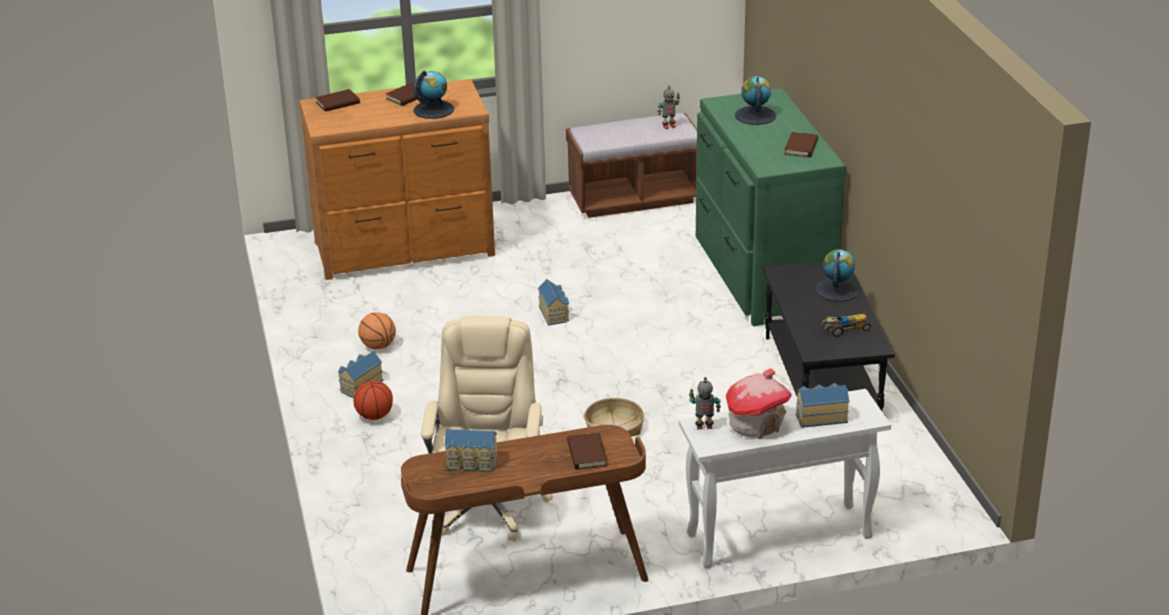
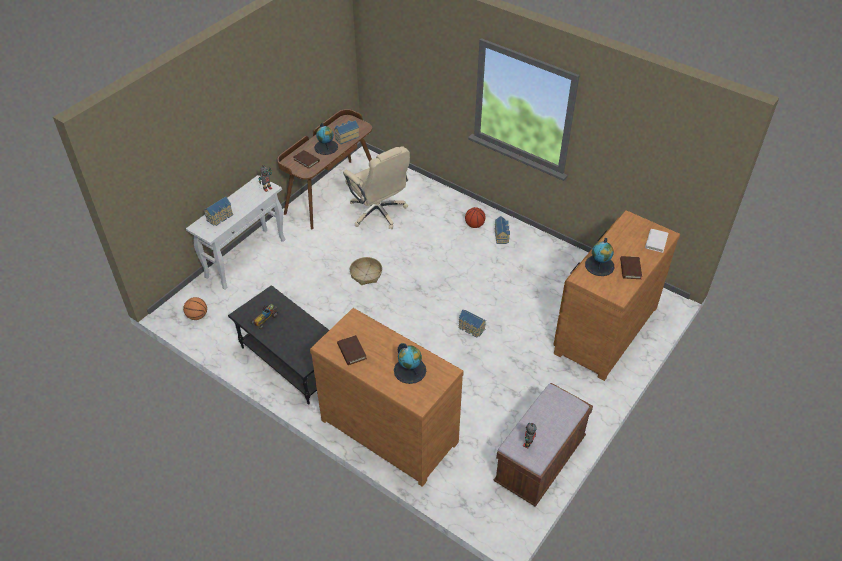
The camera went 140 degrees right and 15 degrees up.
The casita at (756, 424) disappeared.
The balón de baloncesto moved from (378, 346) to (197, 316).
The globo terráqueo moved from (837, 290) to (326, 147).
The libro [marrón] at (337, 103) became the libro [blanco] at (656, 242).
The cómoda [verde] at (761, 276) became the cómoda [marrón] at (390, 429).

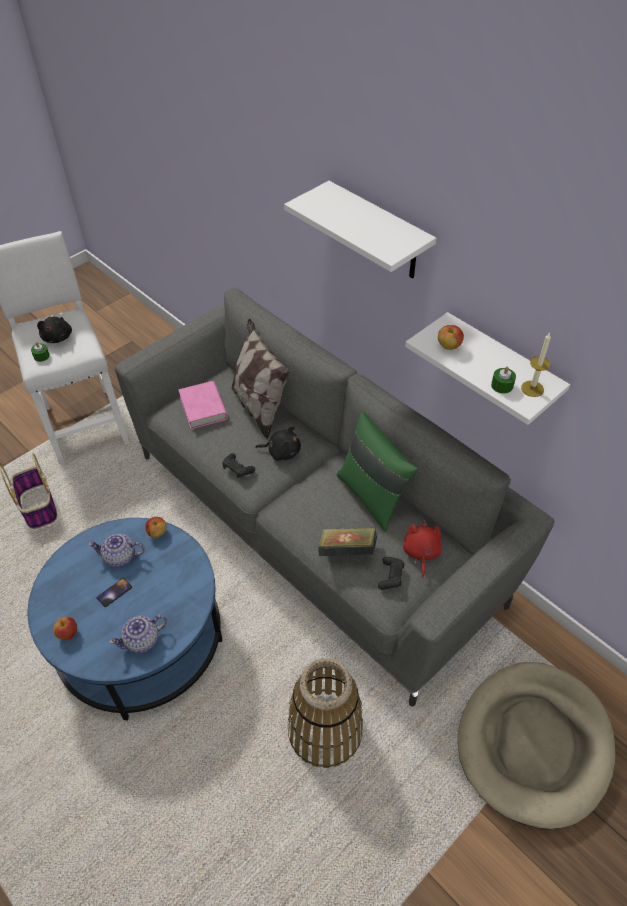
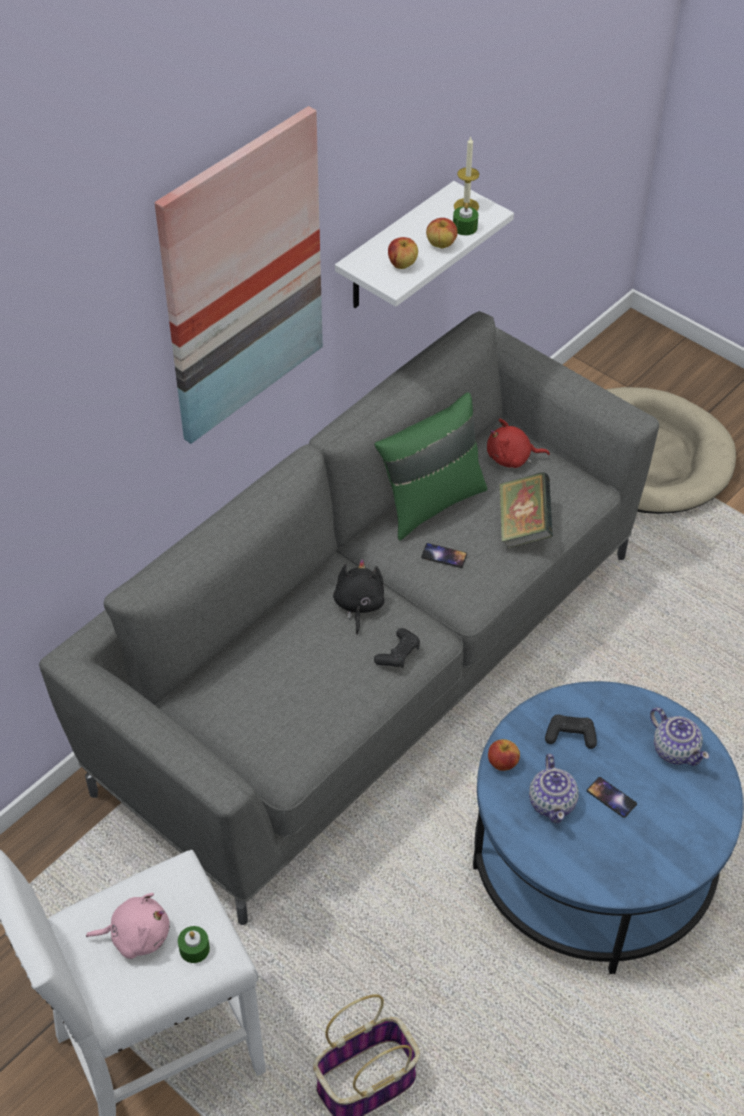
The camera went 95 degrees left and 0 degrees up.
The libro [rosa] at (203, 408) disappeared.
The cojín at (259, 407) disappeared.
The cesta at (325, 731) disappeared.
The móvil at (444, 556) appeared.
The manzana moved from (68, 633) to (441, 244).
The mando de consola [negro] moved from (391, 576) to (570, 735).
The estante [blanco] at (378, 232) was replaced by the cuadro at (242, 278).
The peluche [negro] at (58, 337) became the peluche [rosa] at (136, 935).

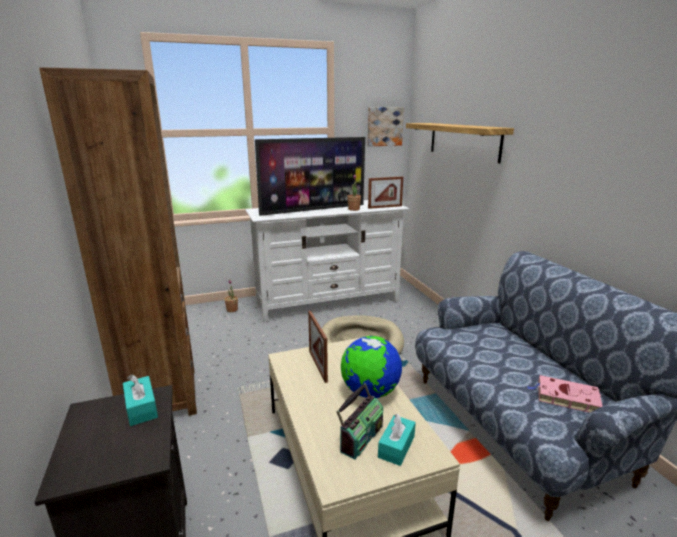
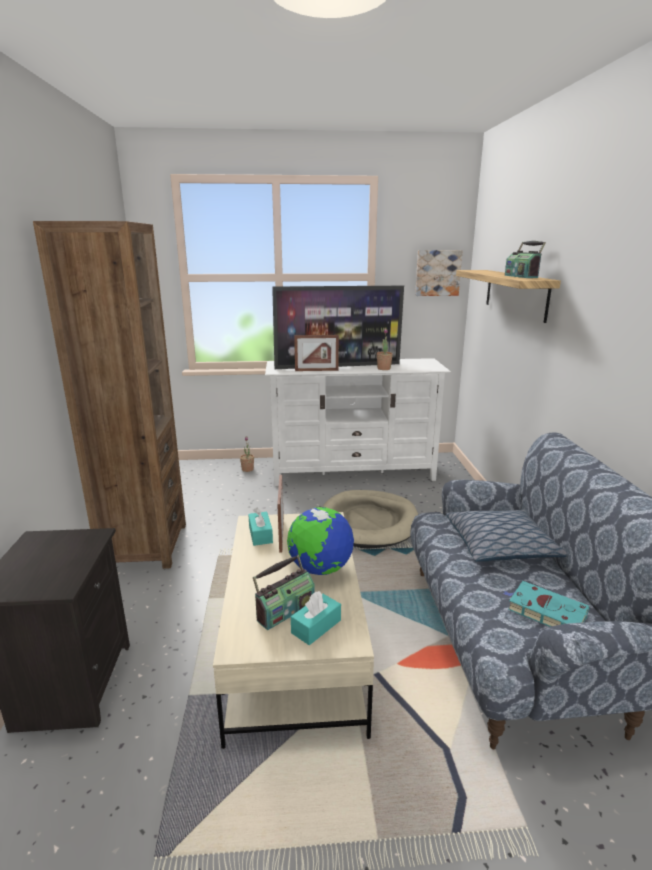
The camera went 15 degrees right and 0 degrees up.
The cojín at (500, 546) appeared.
The radio at (521, 276) appeared.
The caja de pañuelos [turquesa] moved from (141, 408) to (260, 535).
The portarretratos moved from (385, 207) to (316, 370).
The libro [rosa] at (565, 397) became the libro [turquesa] at (544, 611).

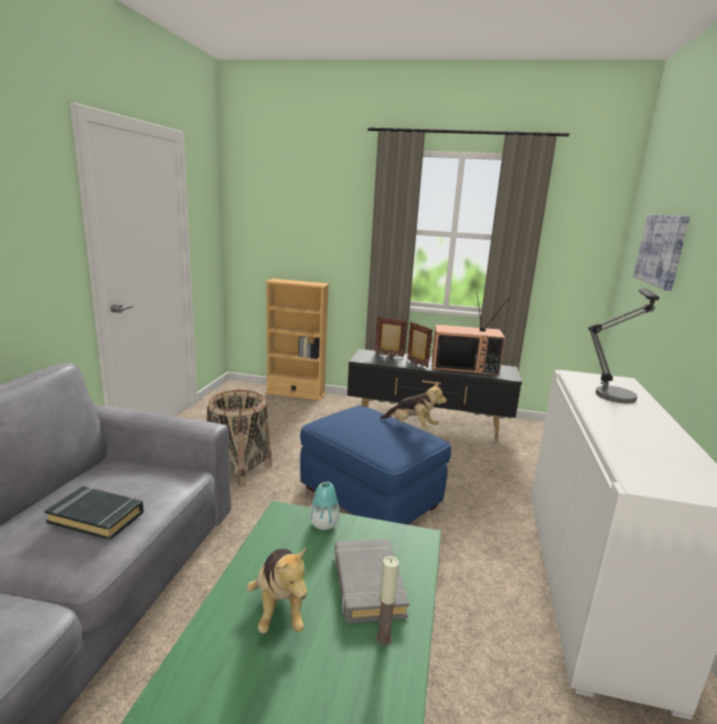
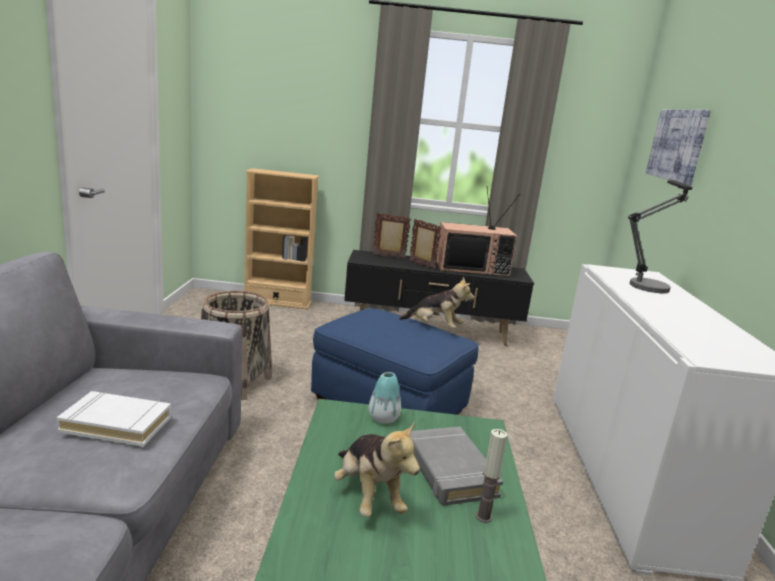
The camera went 10 degrees left and 0 degrees up.
The libro [negro] at (97, 517) became the libro [blanco] at (117, 424).

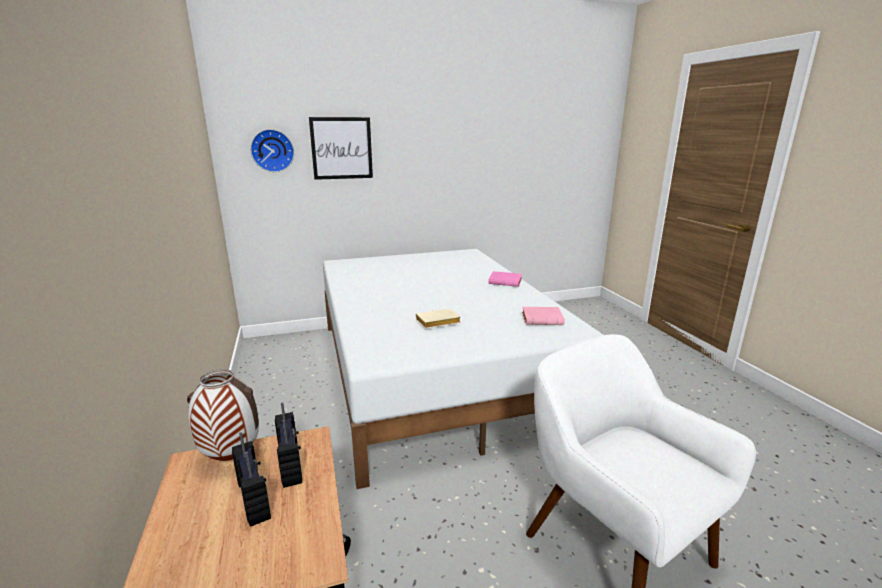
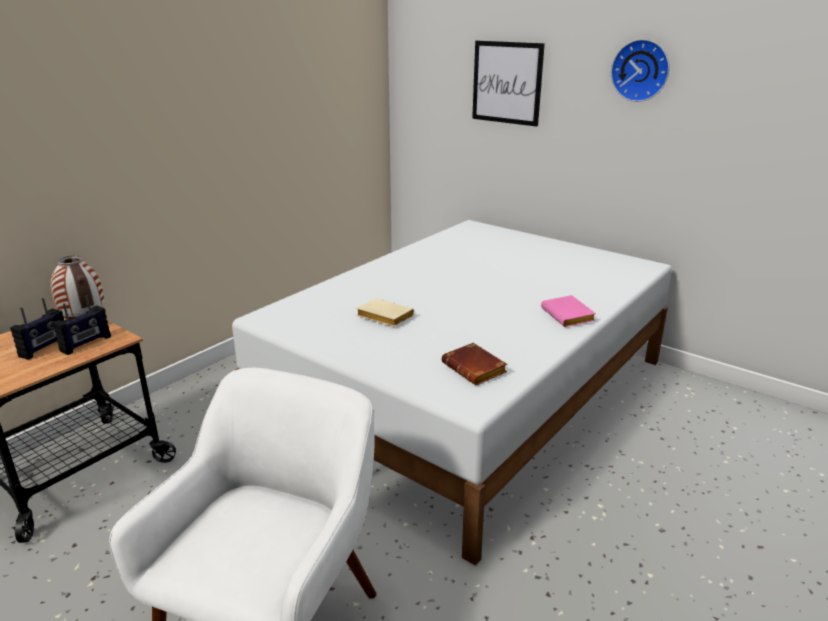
The camera went 55 degrees right and 5 degrees up.
The reloj de pared moved from (272, 150) to (641, 70).
The libro [rosa] at (543, 319) became the libro [marrón] at (476, 369).

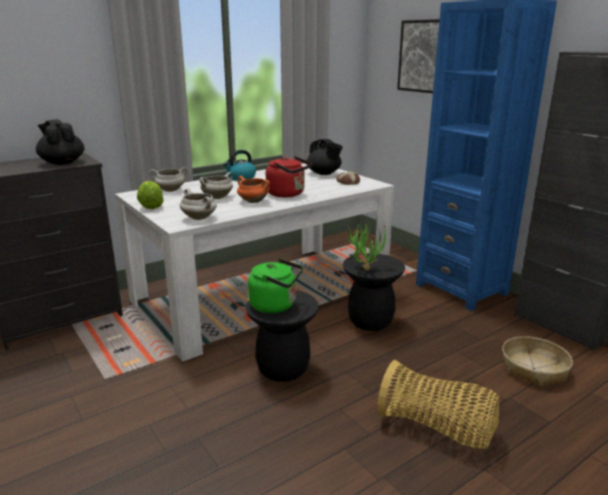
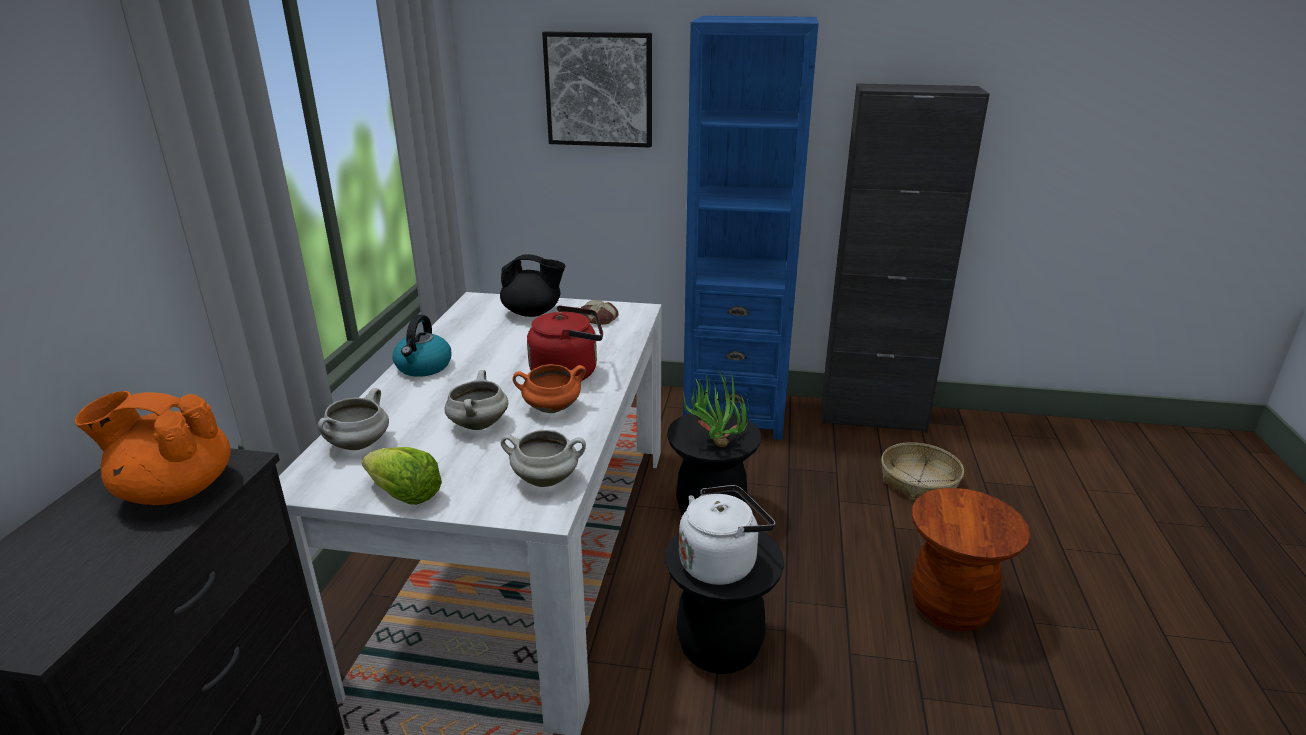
The camera went 45 degrees left and 5 degrees up.
The cesta at (437, 428) was replaced by the taburete [marrón] at (950, 607).
The tetera [negro] at (62, 163) became the tetera [naranja] at (175, 490).
The hervidor [verde] at (276, 305) became the hervidor [blanco] at (721, 562).

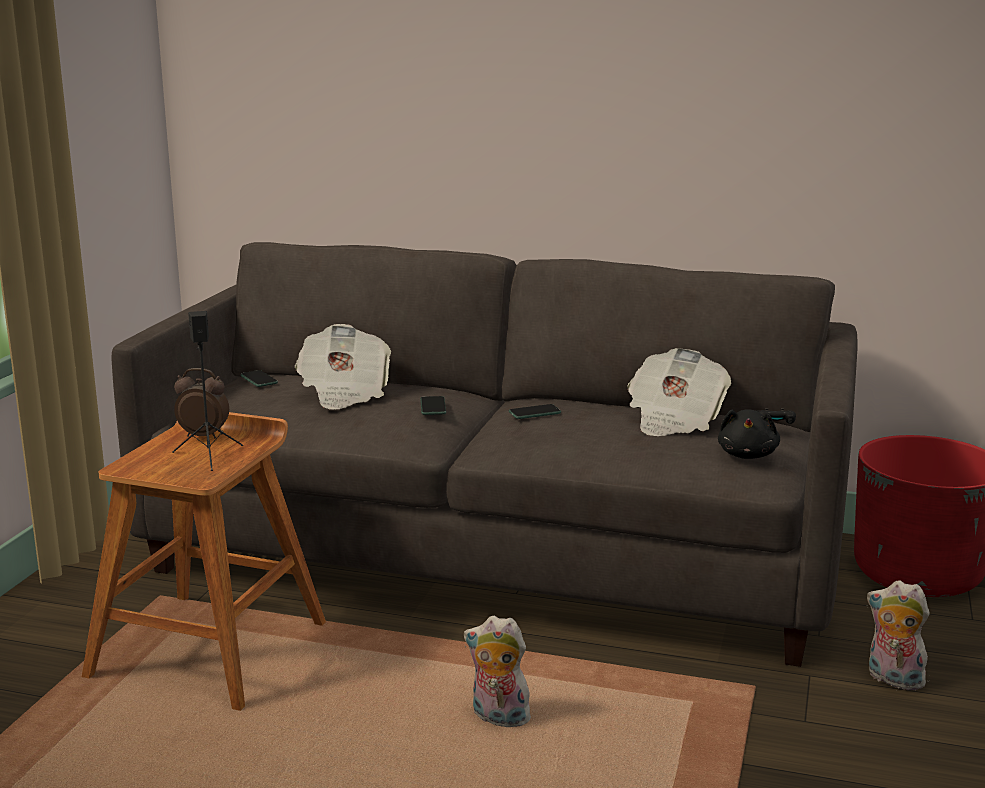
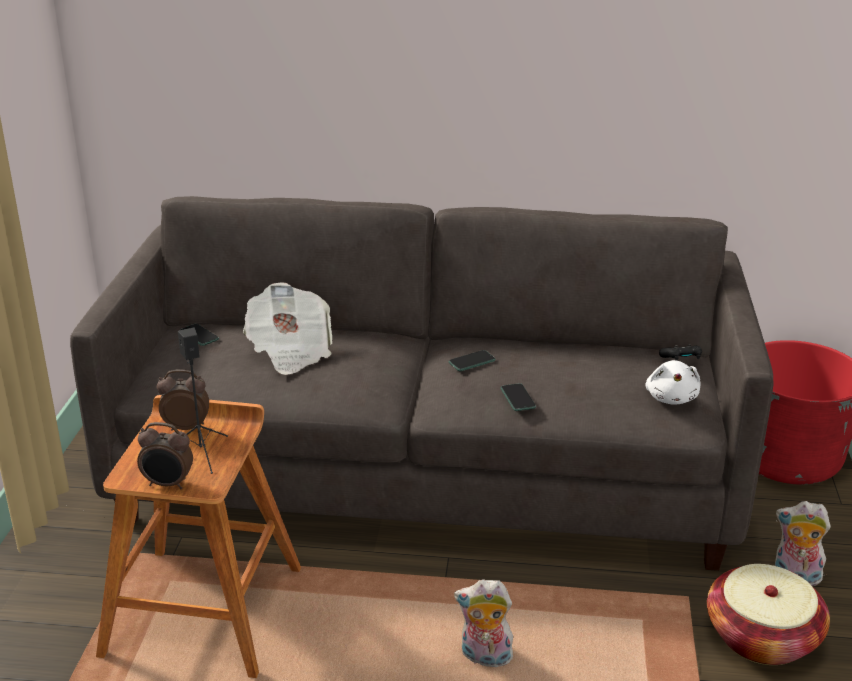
The camera went 10 degrees left and 10 degrees up.
The periódico at (674, 420) disappeared.
The despertador at (168, 484) appeared.
The cesta at (761, 637) appeared.
The móvil moved from (433, 407) to (517, 398).
The peluche [negro] at (747, 455) became the peluche [blanco] at (671, 397).

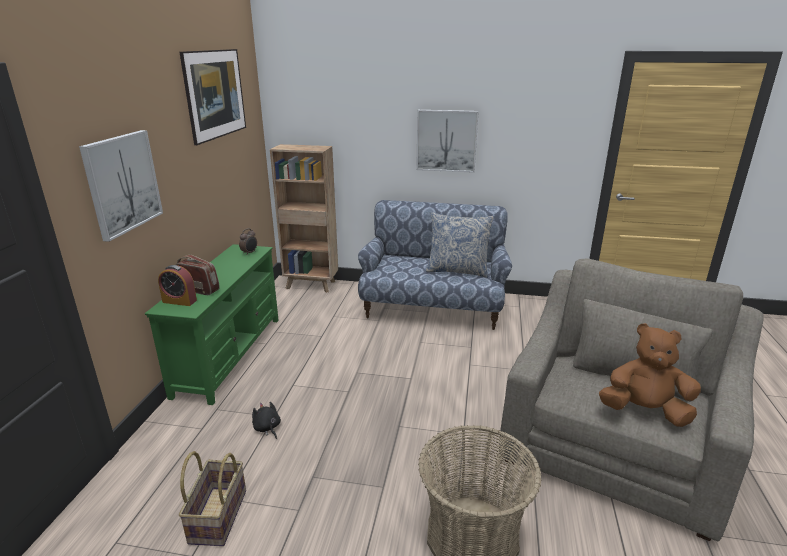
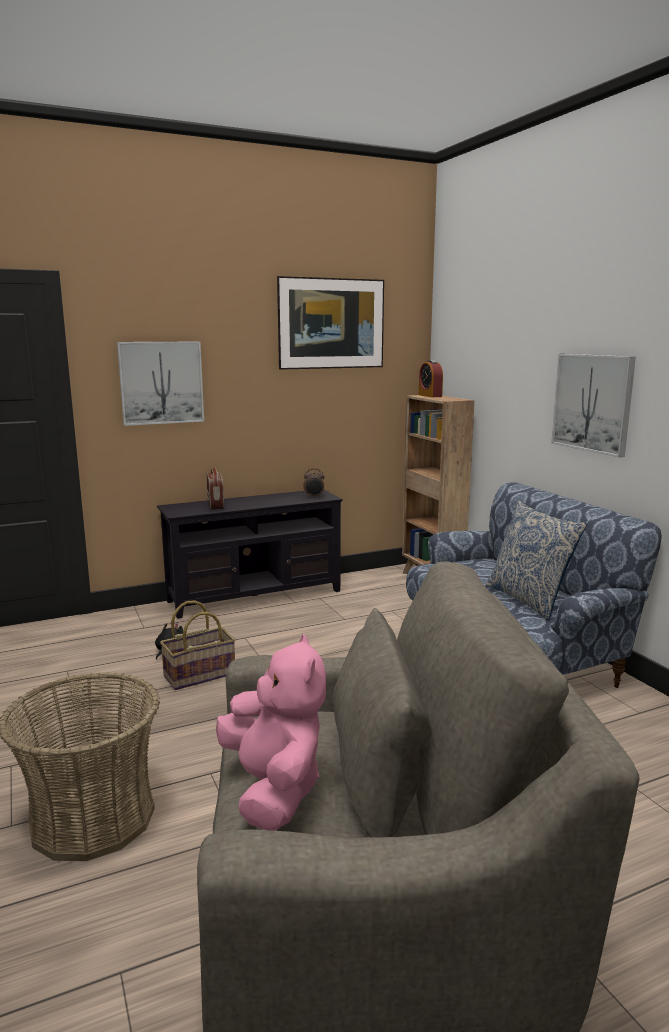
The camera went 55 degrees right and 10 degrees down.
The despertador moved from (179, 301) to (430, 396).
The cesta moved from (217, 516) to (199, 674).
The mueble de televisión [verde] at (229, 355) became the mueble de televisión [negro] at (255, 596).
The peluche [marrón] at (644, 411) became the peluche [rosa] at (273, 789).

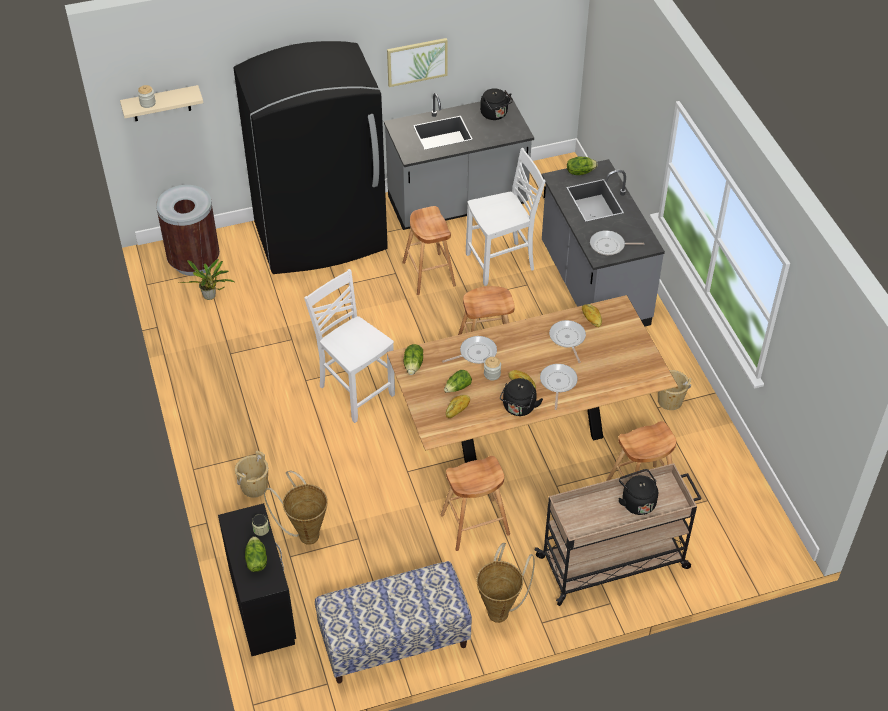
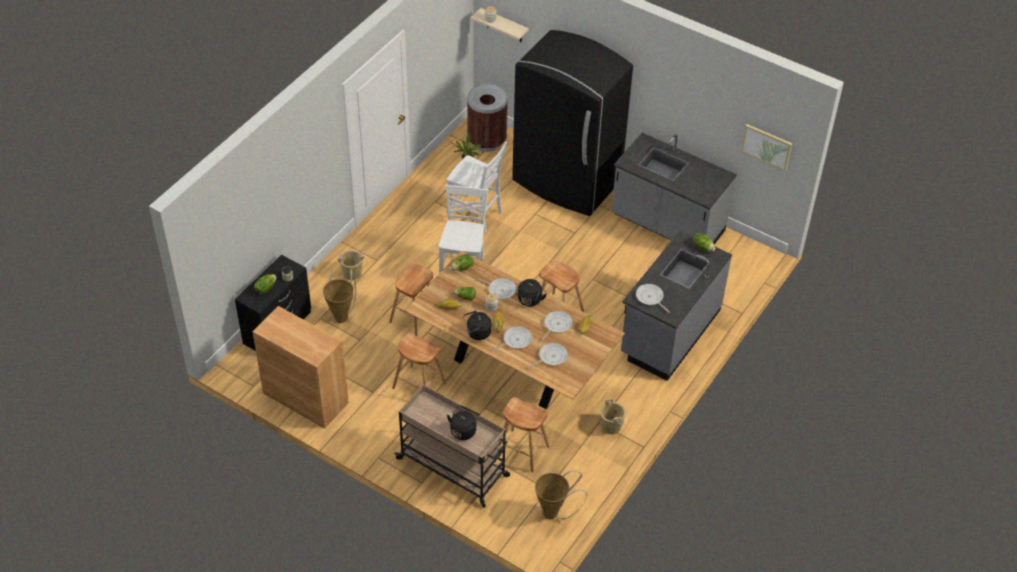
The camera went 50 degrees right and 0 degrees up.
The sartén at (551, 357) appeared.
The cuadro moved from (417, 61) to (766, 146).
The taburete [marrón] moved from (429, 274) to (414, 316).
The silla [blanco] moved from (502, 263) to (476, 215).
The cesta moved from (500, 610) to (554, 512).
The hervidor [negro] moved from (495, 114) to (529, 301).
The banco at (394, 641) was replaced by the armario [marrón] at (305, 398).

